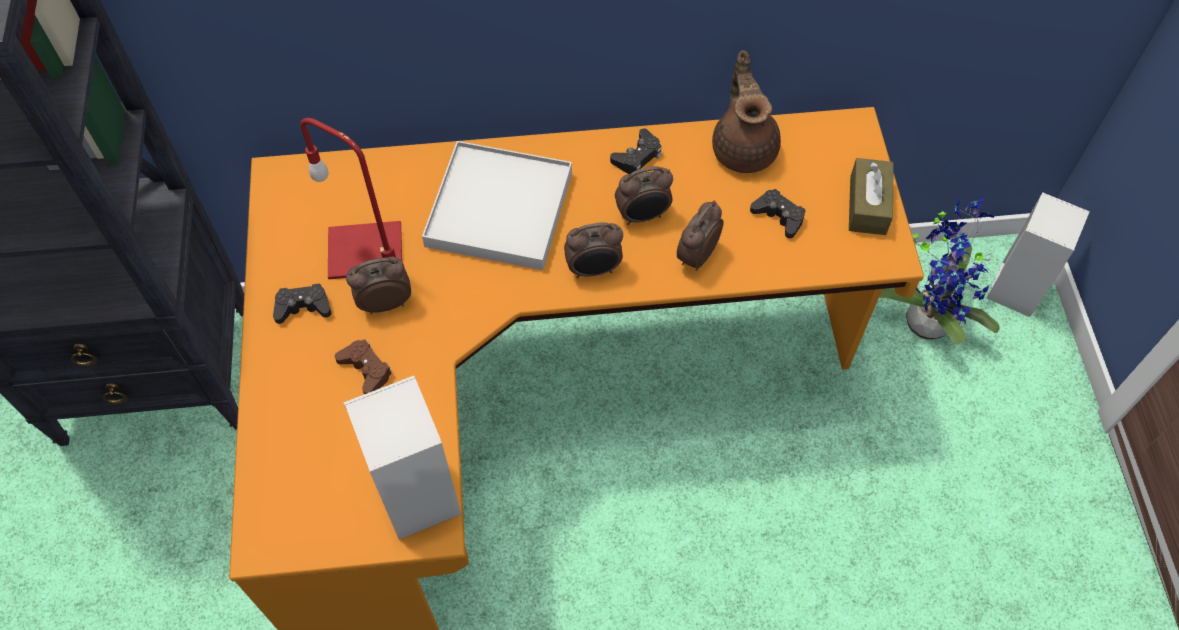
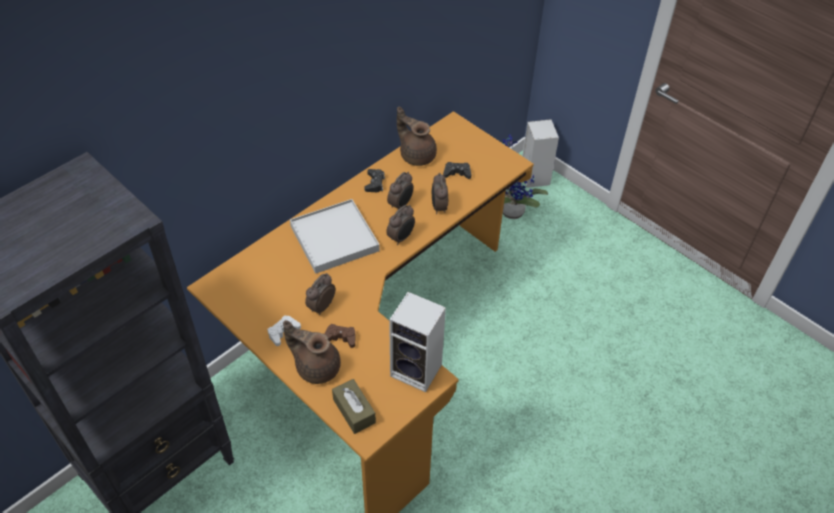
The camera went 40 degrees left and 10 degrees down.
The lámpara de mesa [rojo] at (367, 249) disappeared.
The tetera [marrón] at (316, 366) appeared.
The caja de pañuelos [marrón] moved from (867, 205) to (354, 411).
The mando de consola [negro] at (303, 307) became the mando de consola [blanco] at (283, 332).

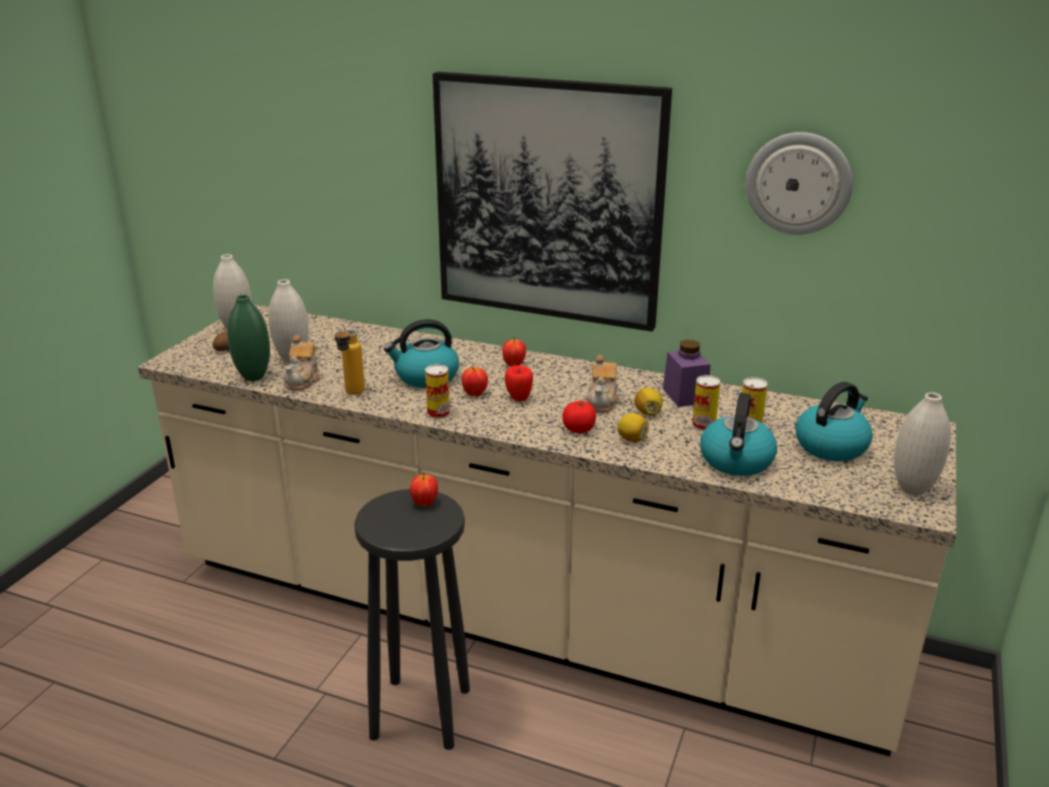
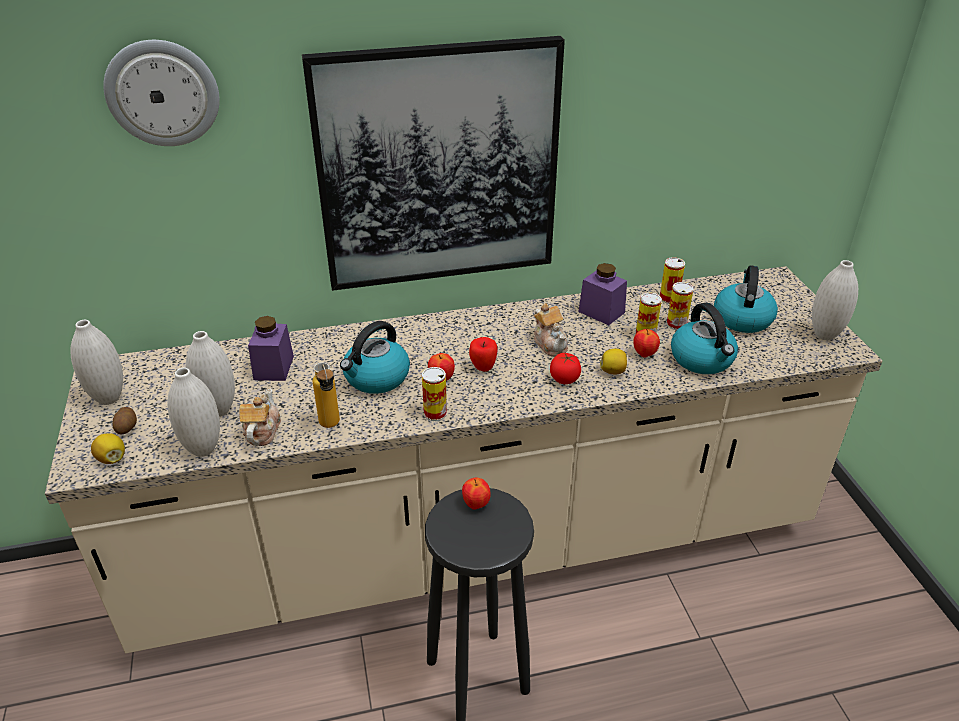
The camera went 35 degrees left and 10 degrees up.
The tarro [morado] at (274, 368) appeared.
The lata at (669, 298) appeared.
The manzana moved from (514, 365) to (644, 354).
The limón moved from (647, 413) to (112, 458).
The reloj de pared moved from (798, 183) to (162, 93).
The florero [verde] at (253, 377) became the florero [blanco] at (203, 449).
The tetera at (303, 380) turned 150 degrees counterclockwise.

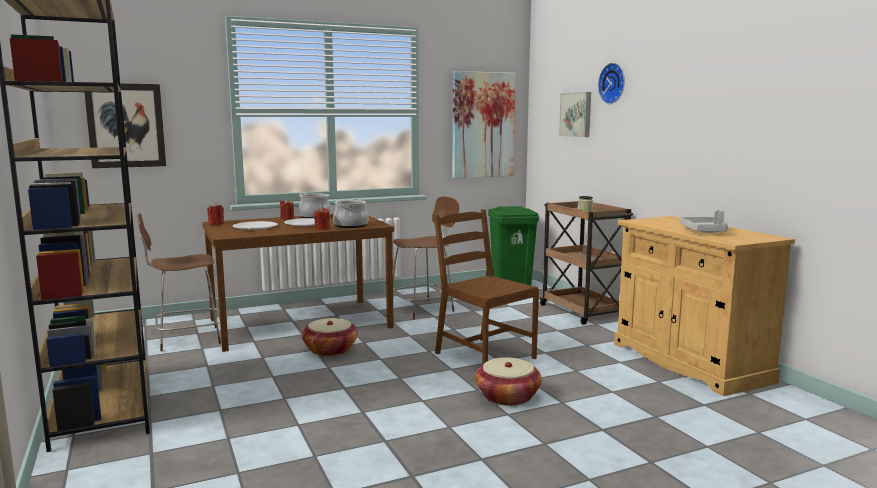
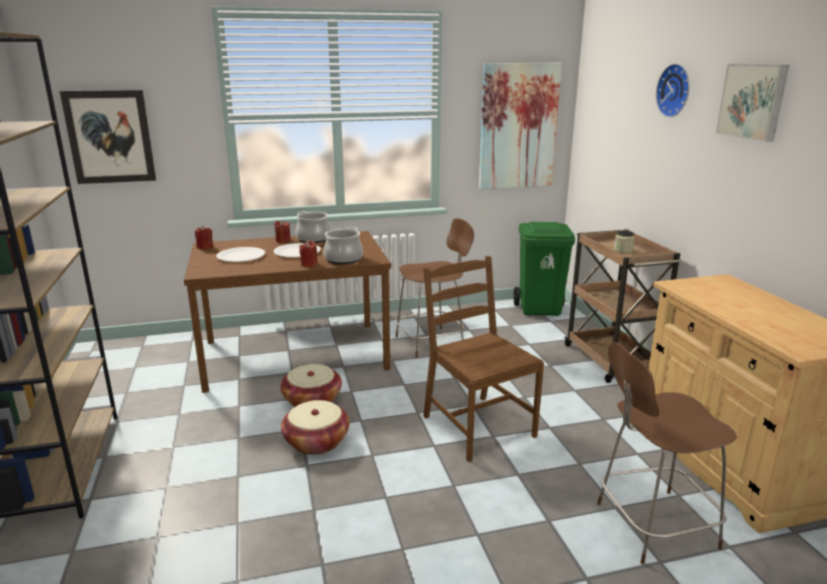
The camera went 10 degrees right and 10 degrees up.
The bandeja [gris] at (705, 231) disappeared.
The silla [marrón] moved from (186, 339) to (652, 526).
The cesta moved from (507, 397) to (316, 442).
The cuadro moved from (576, 114) to (753, 101).

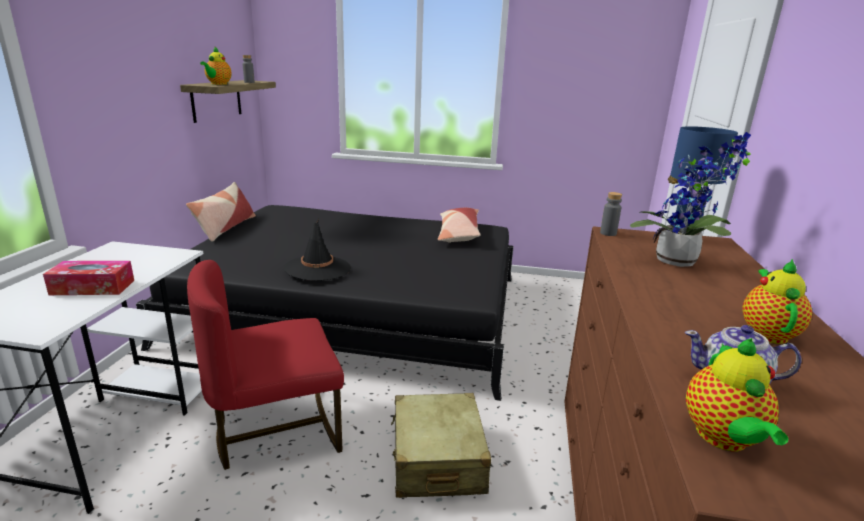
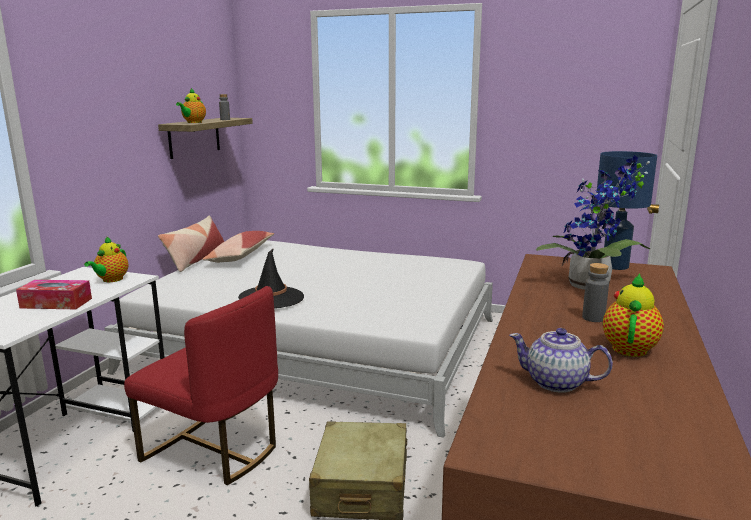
The camera went 10 degrees right and 5 degrees down.
The cojín moved from (458, 233) to (240, 255).
The botella [gris] moved from (608, 233) to (593, 318).
The tetera moved from (723, 439) to (111, 280).
The cama [negro] at (356, 310) became the cama [blanco] at (318, 344).
The silla [rojo] at (277, 430) turned 135 degrees counterclockwise.

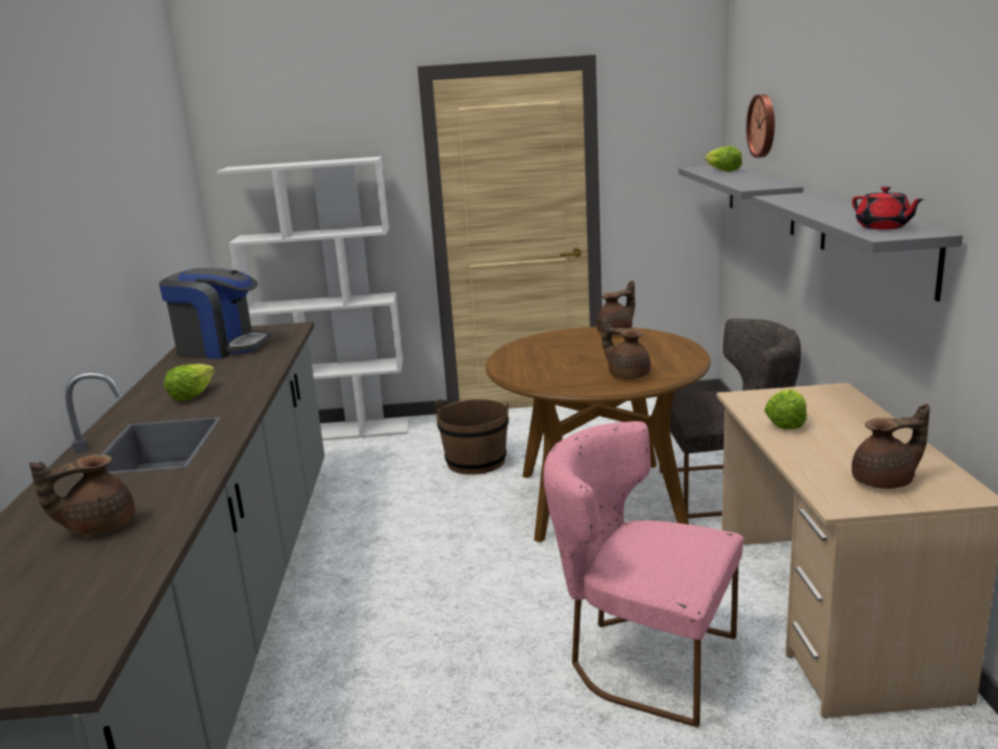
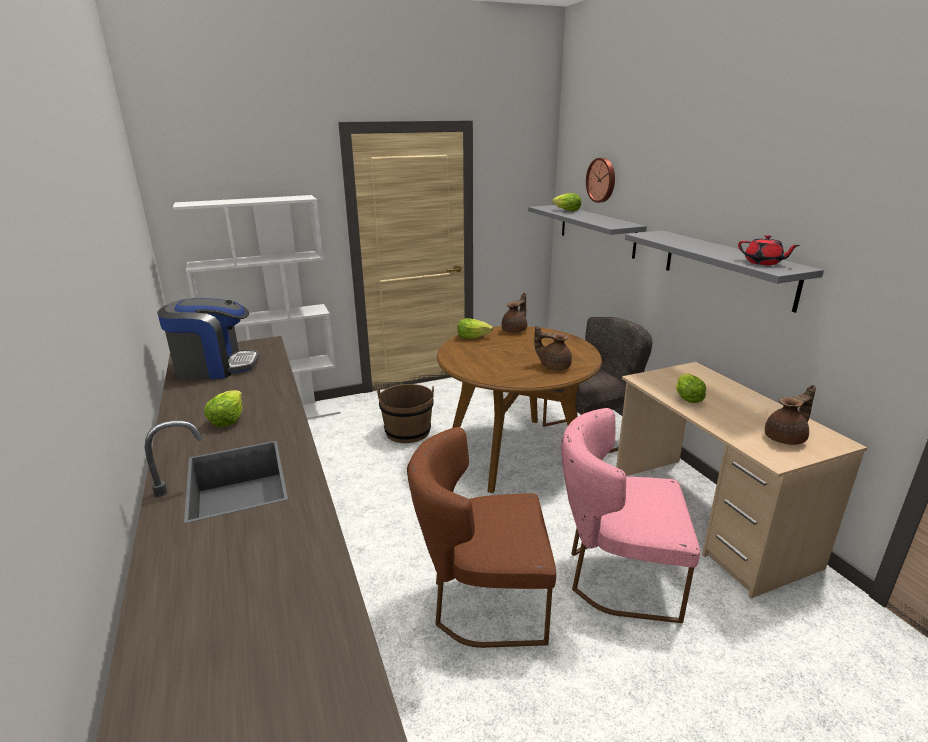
The camera went 20 degrees left and 5 degrees up.
The tetera [marrón] at (98, 527) disappeared.
The silla [marrón] at (481, 602) appeared.
The lechuga at (473, 337) appeared.

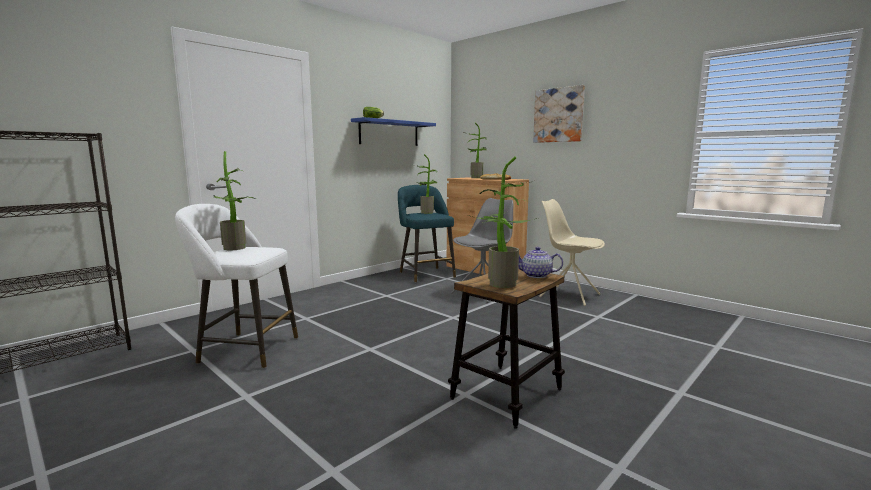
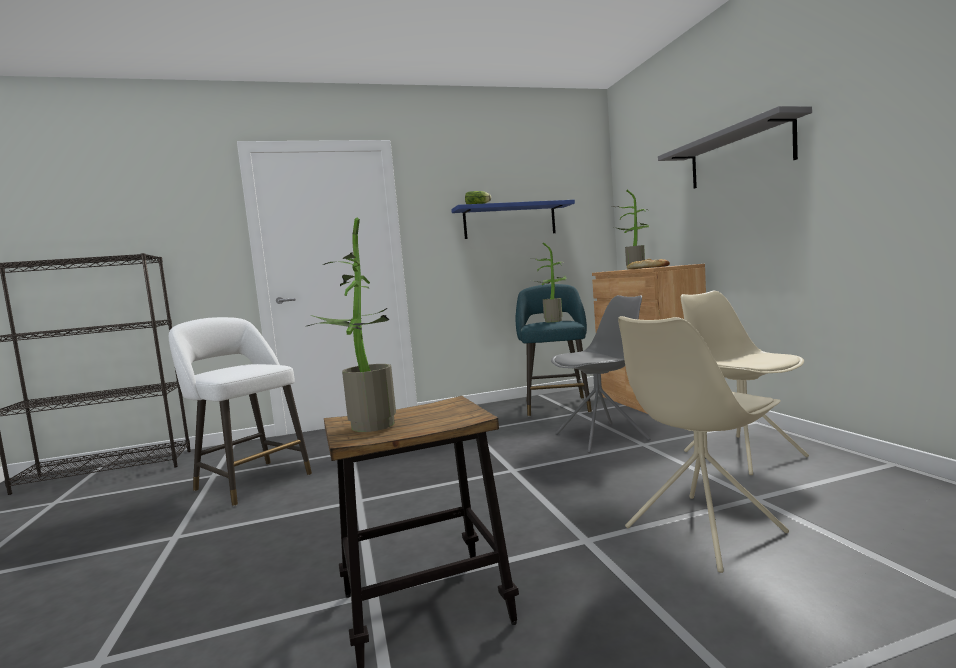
The camera went 30 degrees right and 5 degrees down.
The planta en maceta at (238, 248) disappeared.
The tetera at (537, 275) disappeared.
The silla [beis] at (701, 531) appeared.
The cuadro at (558, 115) was replaced by the estante [gris] at (739, 155).

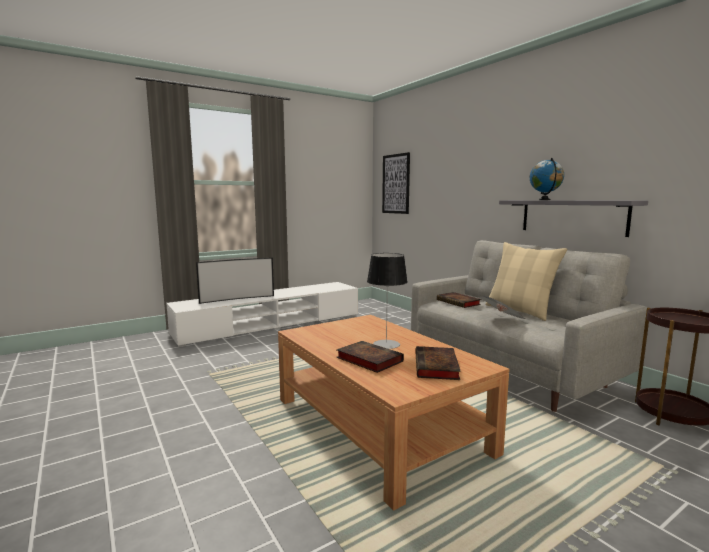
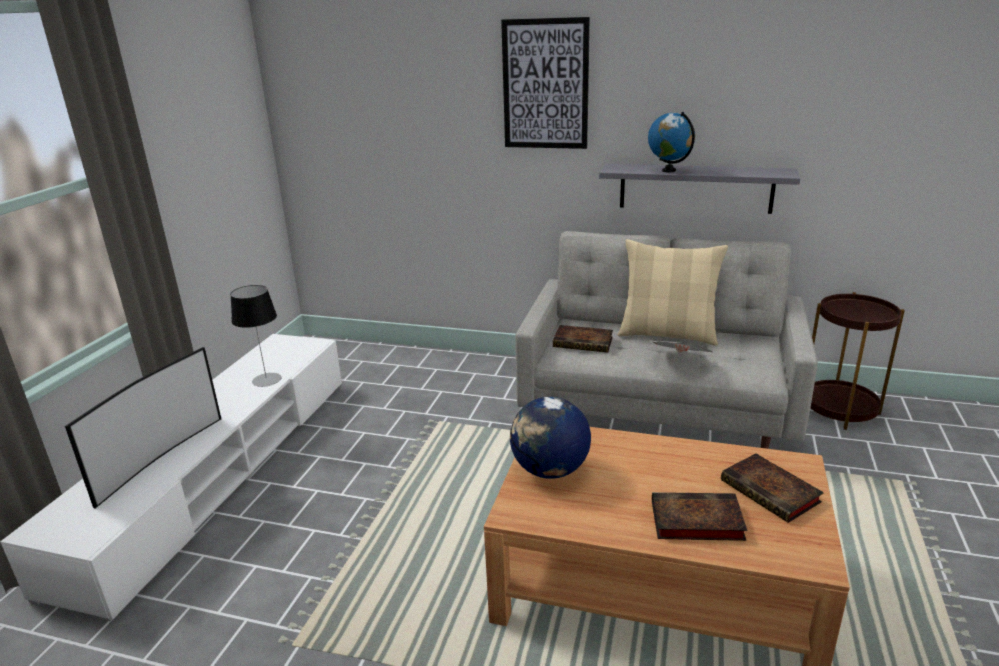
The camera went 40 degrees left and 15 degrees up.
The globo terráqueo at (550, 470) appeared.
The lámpara de mesa moved from (386, 344) to (266, 380).
The cuadro moved from (396, 184) to (545, 85).

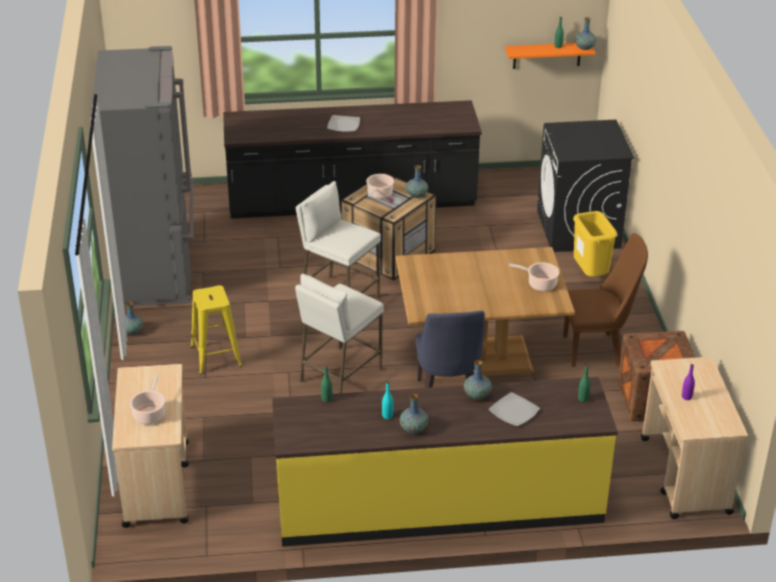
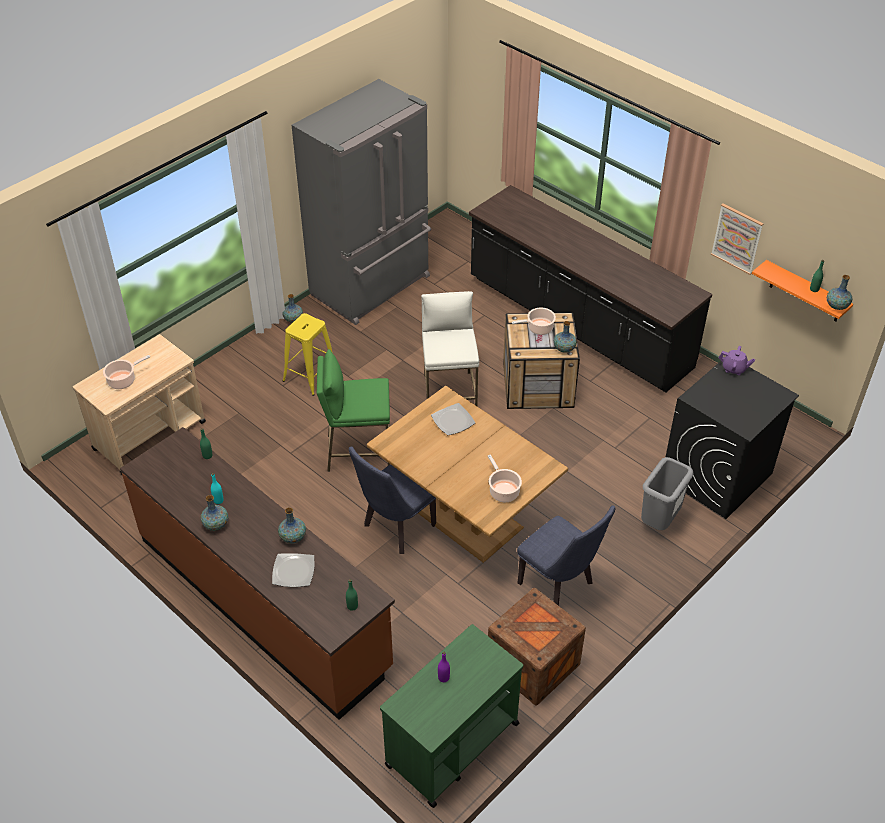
The camera went 50 degrees right and 10 degrees up.
The cuadro at (737, 238) appeared.
The tetera [morado] at (734, 369) appeared.
The plato moved from (344, 125) to (453, 421).
The mueble bajo de cocina [amarillo] at (439, 506) became the mueble bajo de cocina [marrón] at (263, 602).
The taburete [blanco] at (340, 375) became the taburete [verde] at (358, 452).
The silla [marrón] at (597, 350) became the silla [azul] at (560, 587).
The papelera [amarillo] at (590, 275) became the papelera [gris] at (659, 522).
The carrito [beis] at (685, 476) became the carrito [verde] at (451, 745).

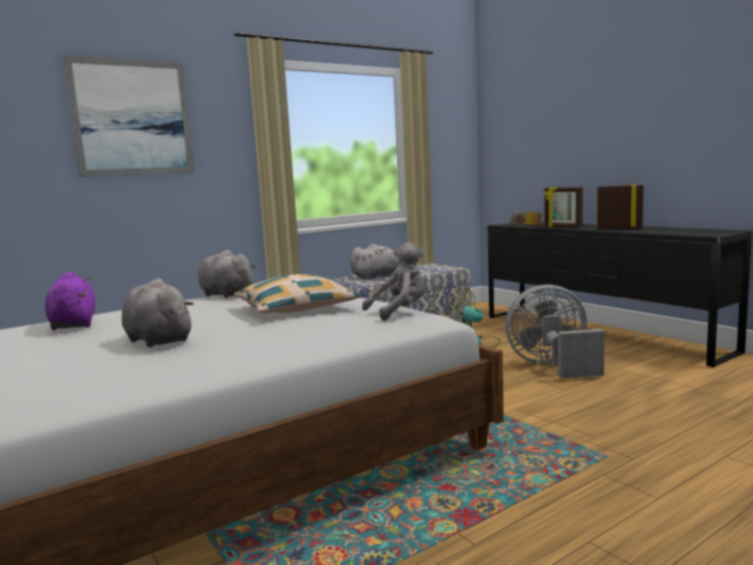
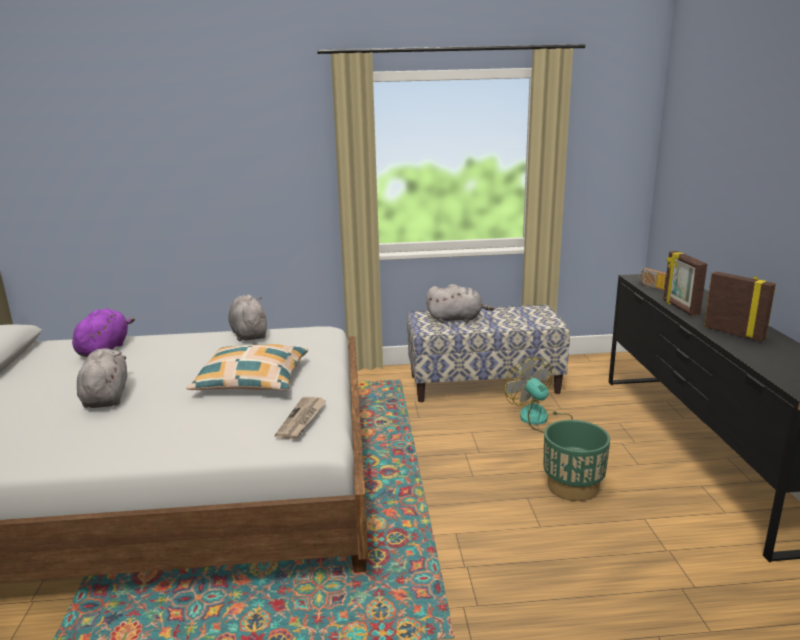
The camera went 30 degrees right and 10 degrees up.
The cuadro at (132, 117) disappeared.
The peluche [gris] at (400, 312) was replaced by the periódico at (302, 419).
The ventilador [gris] at (552, 367) was replaced by the maceta [verde] at (572, 487).

